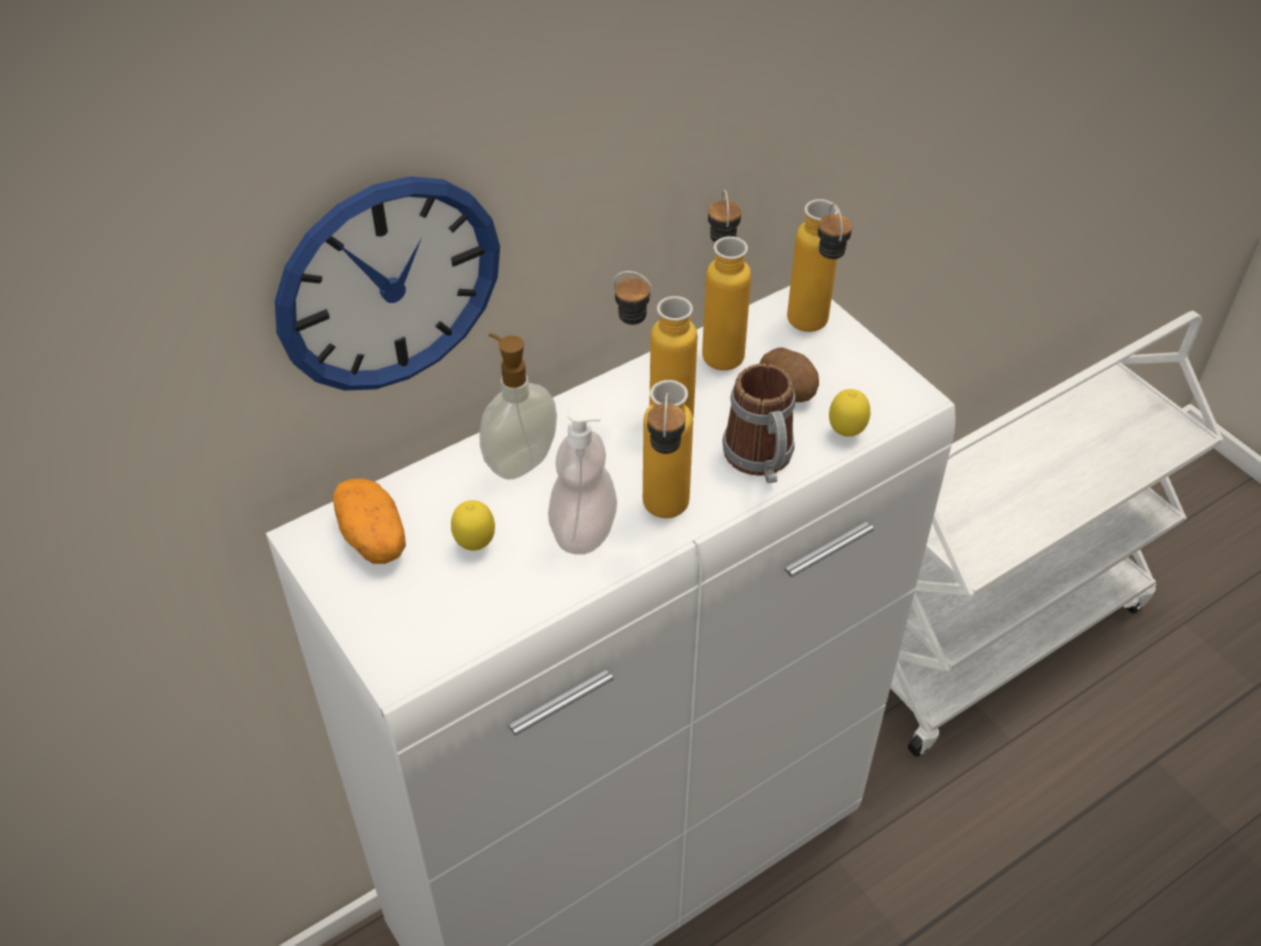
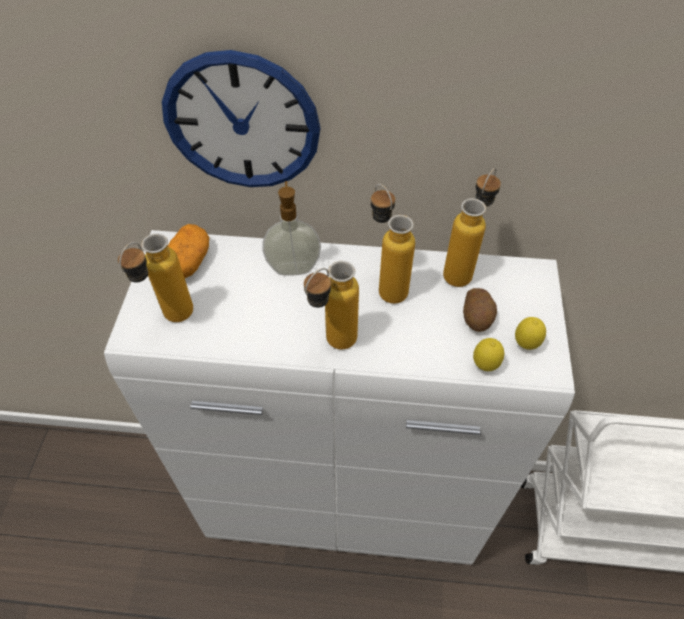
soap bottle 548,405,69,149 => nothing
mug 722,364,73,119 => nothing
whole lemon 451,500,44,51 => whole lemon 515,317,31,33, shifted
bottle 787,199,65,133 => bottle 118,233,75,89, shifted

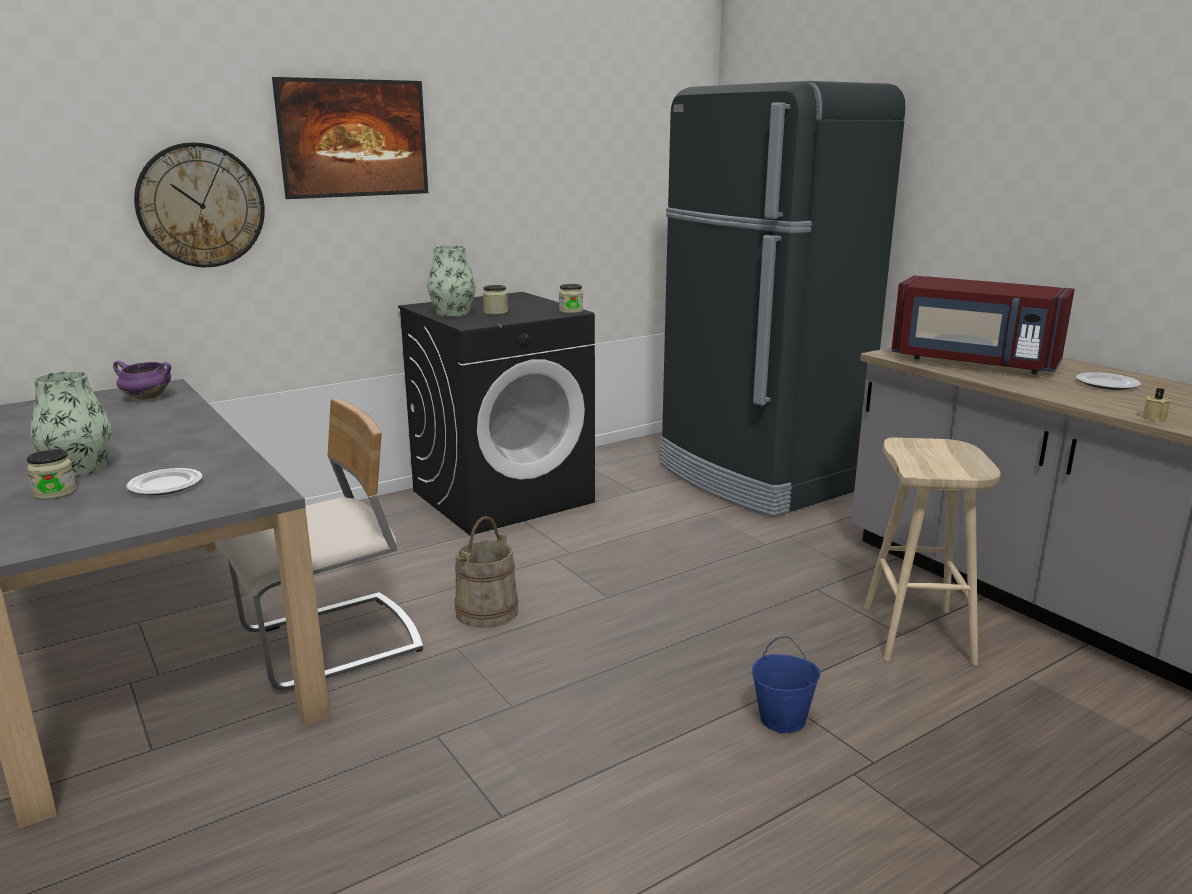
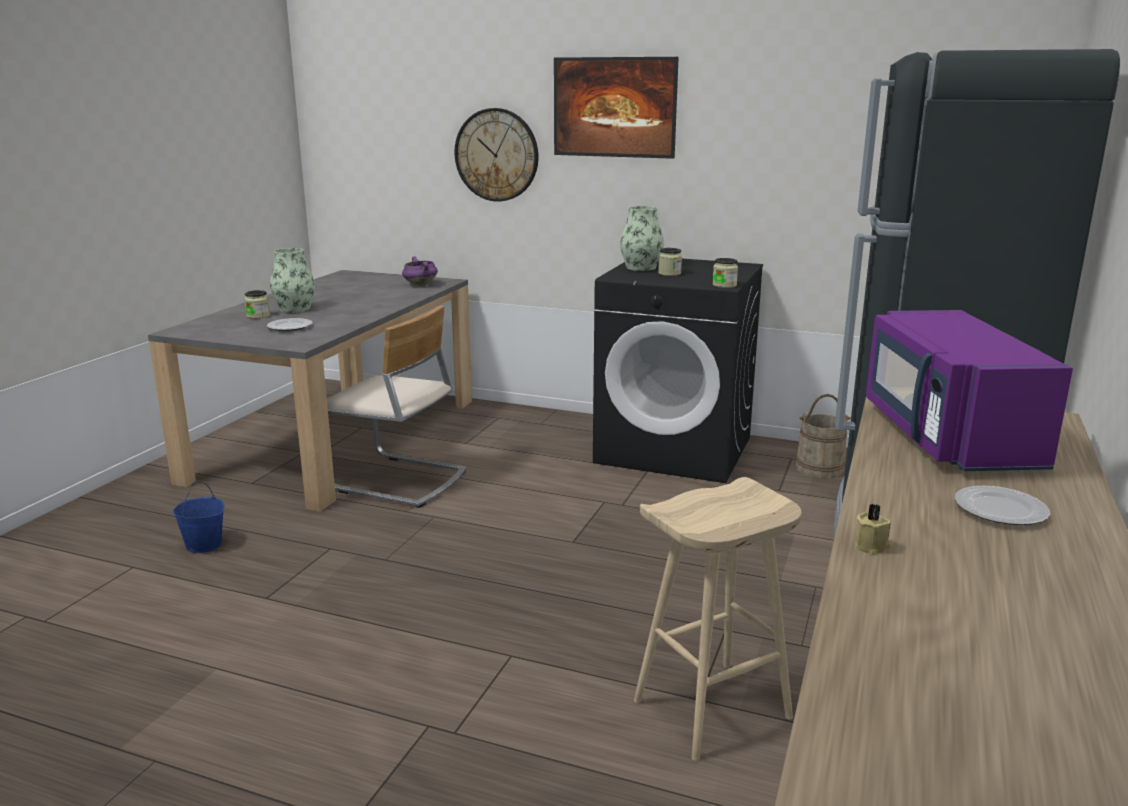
beige-coloured bucket 455,516,64,112 => beige-coloured bucket 795,394,56,84, shifted
blue bucket 752,636,69,97 => blue bucket 173,480,51,73, shifted
reddish microwave 891,276,184,98 => purple microwave 866,310,207,161

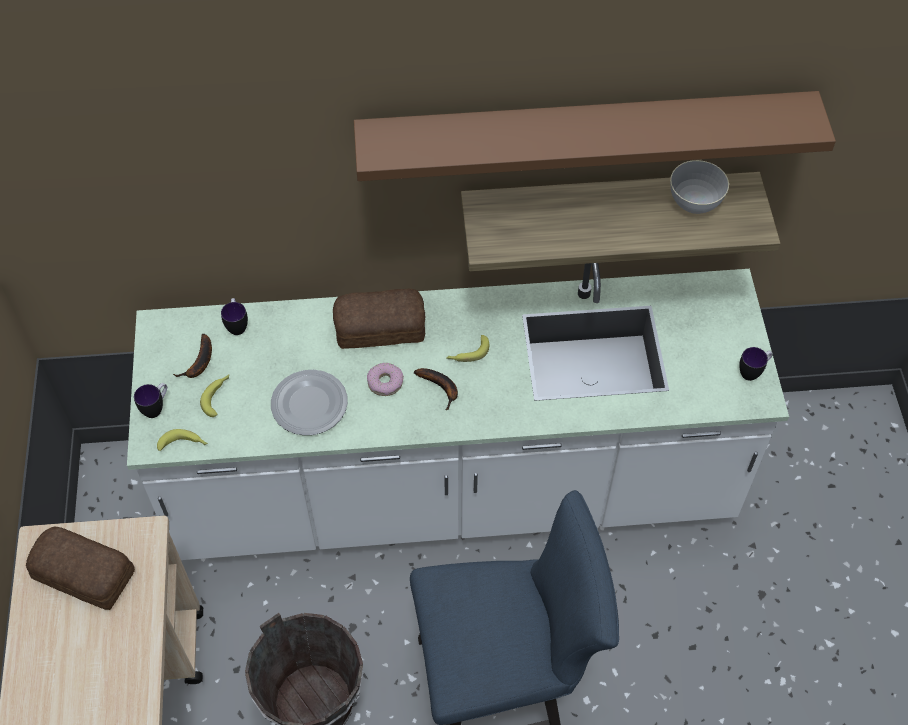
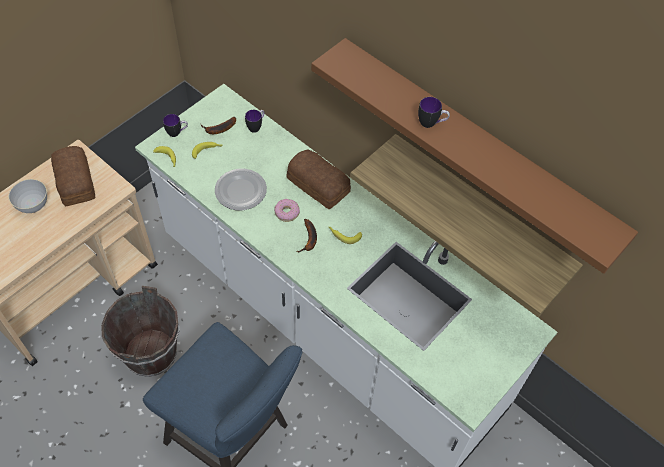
greyish deep dish 670,160,59,54 => greyish deep dish 9,179,38,34, shifted
mug 739,347,34,34 => mug 418,97,32,31, shifted

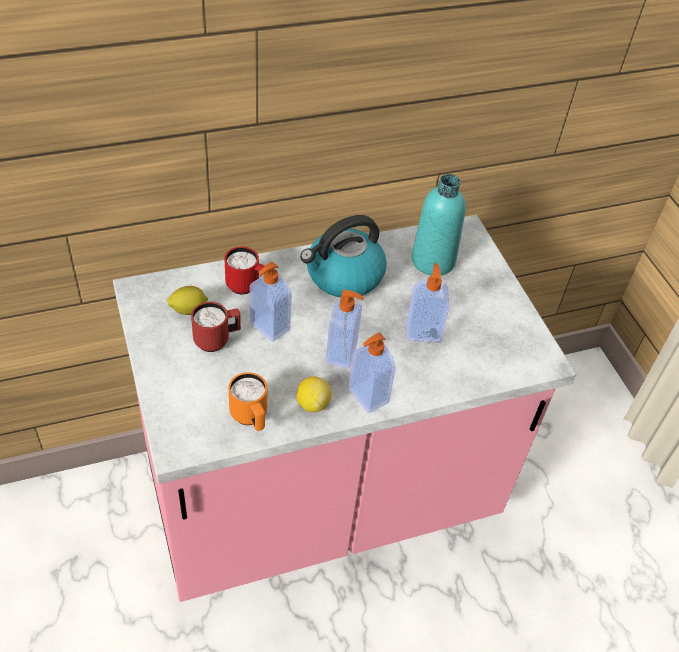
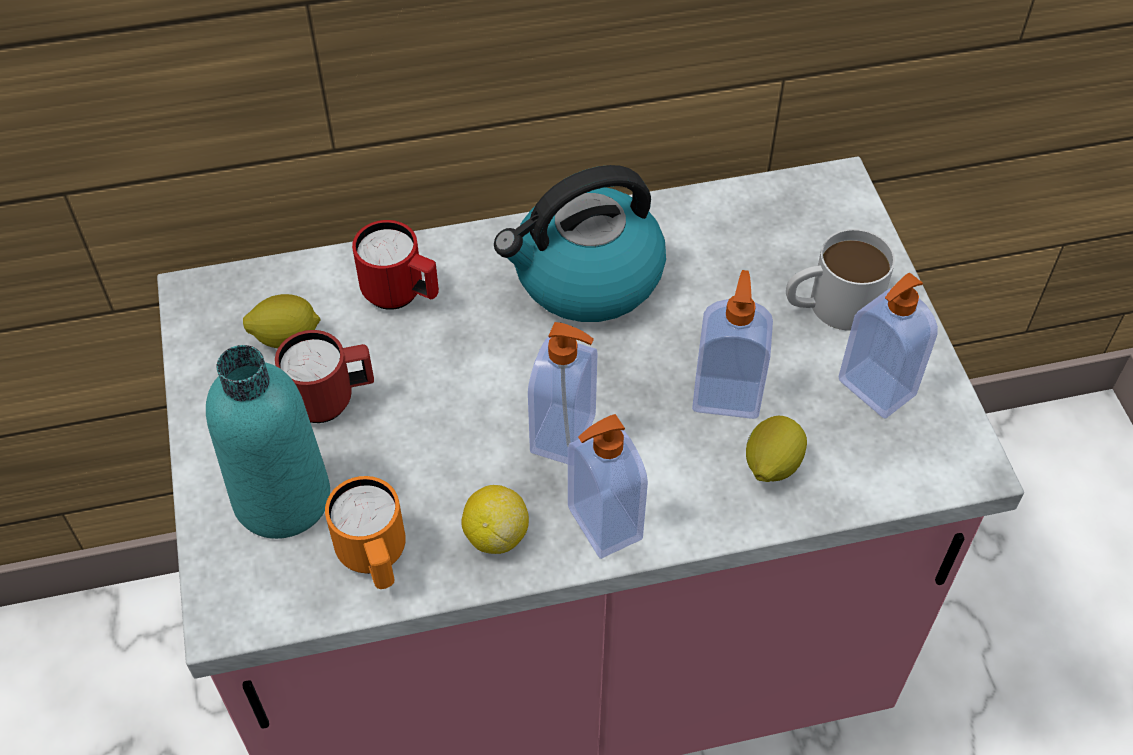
nothing => whole lemon 746,416,61,66
nothing => white-coloured mug 786,229,109,102
soap bottle 250,262,42,80 => soap bottle 838,272,100,147, shifted
turquoise-coloured bottle 412,174,54,101 => turquoise-coloured bottle 206,345,124,194, shifted

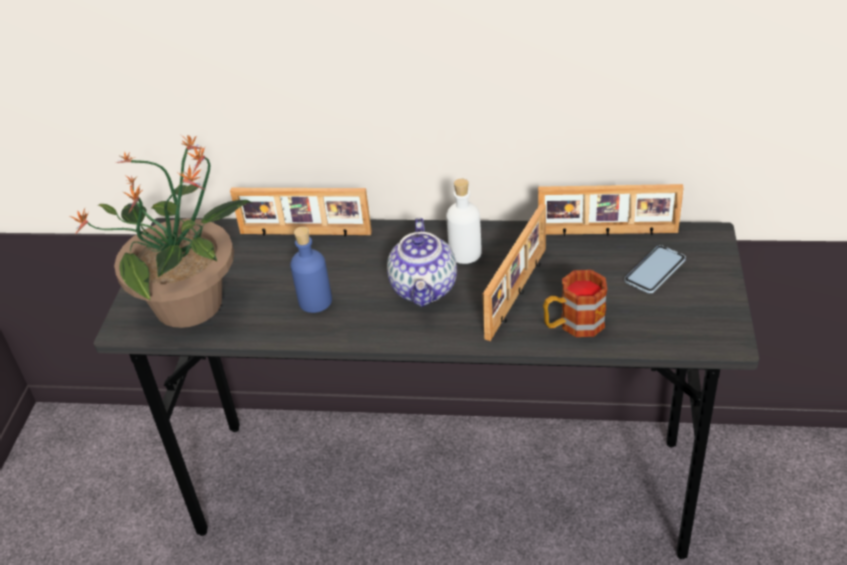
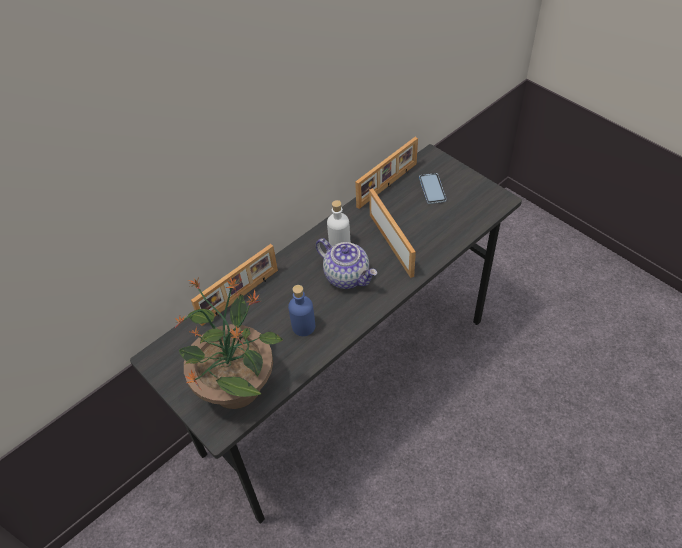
mug 543,270,64,67 => nothing

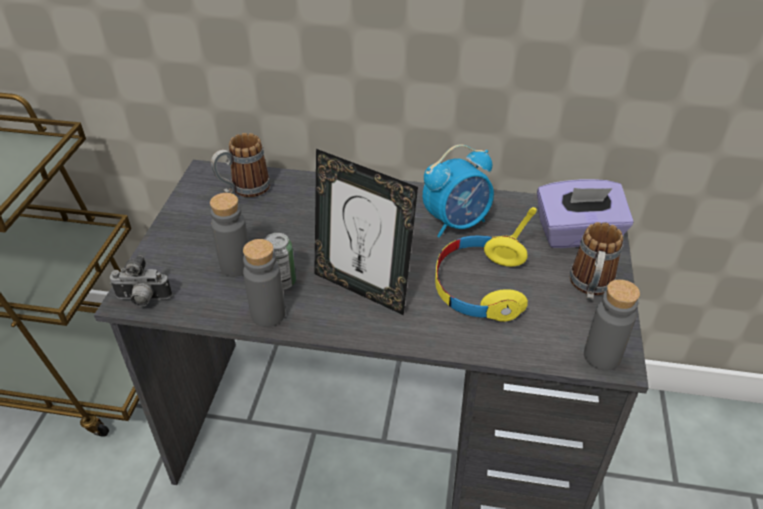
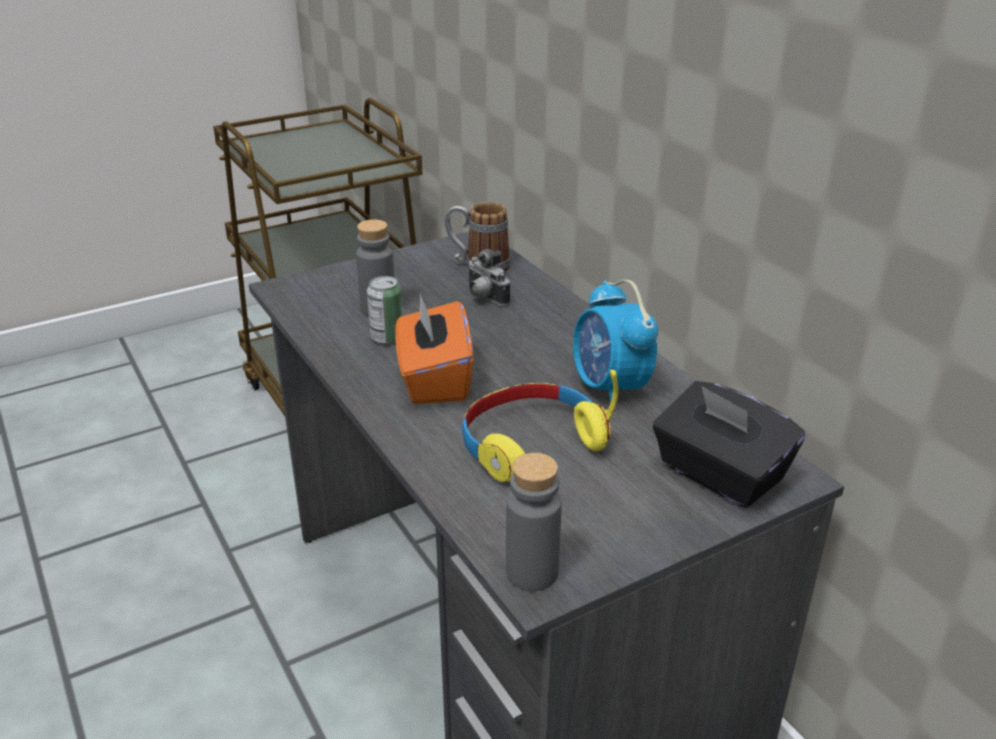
greyish bottle 243,239,42,88 => nothing
mug 570,222,53,78 => nothing
photo camera 110,255,62,52 => photo camera 468,249,42,57, shifted
picture frame 314,149,104,166 => orange tissue holder 395,294,78,110
purple tissue holder 537,179,97,69 => black tissue holder 653,381,152,127
bedside clock 423,145,71,93 => bedside clock 573,280,85,129, 45 degrees clockwise

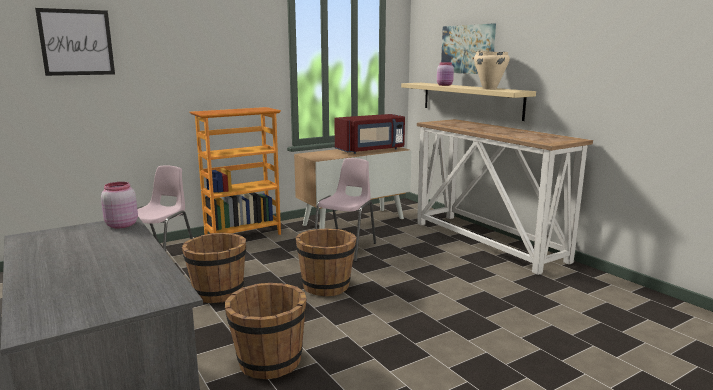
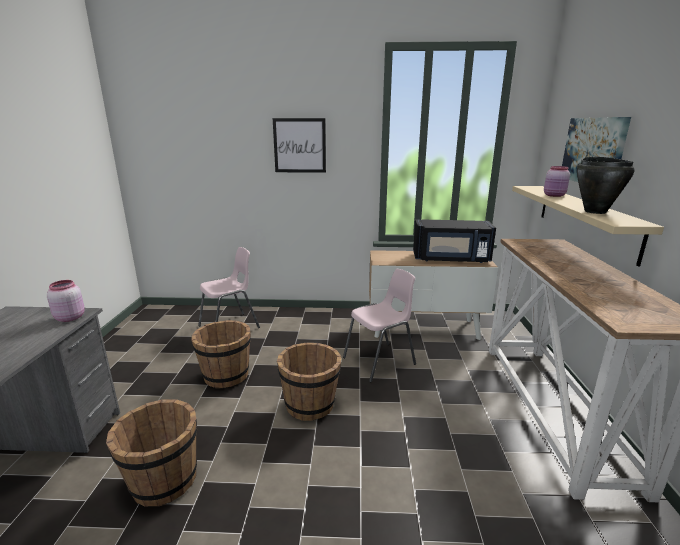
bookcase 189,107,92,128 => nothing
wall picture 35,8,80,68 => wall picture 273,118,53,55, shifted
reddish microwave 334,114,71,40 => black microwave 413,219,83,44
beige-coloured saucepot 474,51,36,39 => black saucepot 577,156,58,58

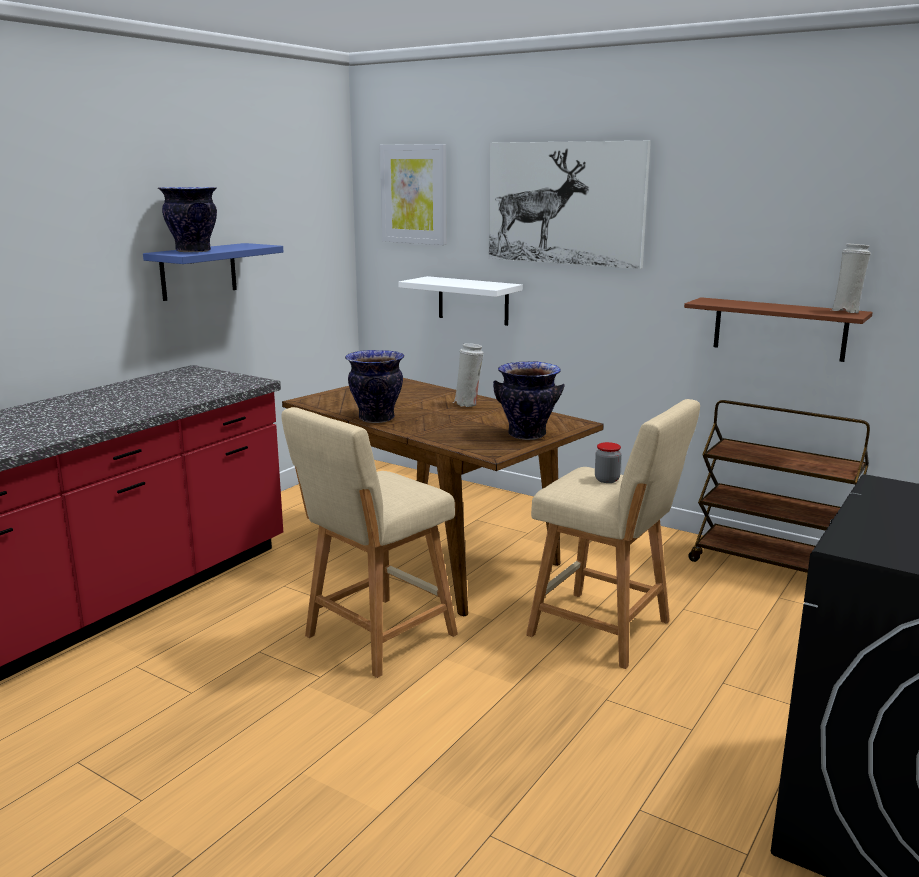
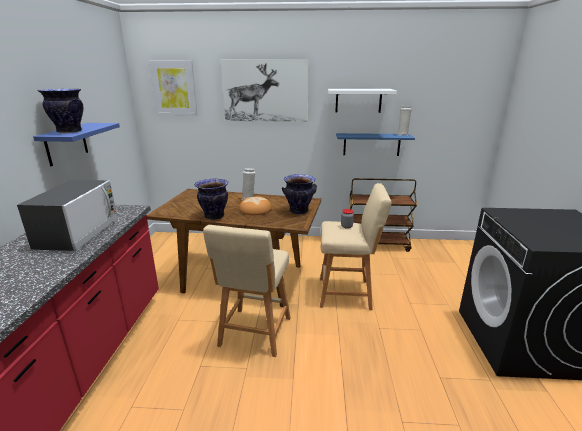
nothing => microwave 17,180,101,71
nothing => baked bread 239,197,33,18
white-coloured bracket shelf 398,276,125,50 => white-coloured bracket shelf 328,89,69,24, shifted
brown bracket shelf 684,297,189,65 => blue bracket shelf 336,133,79,23

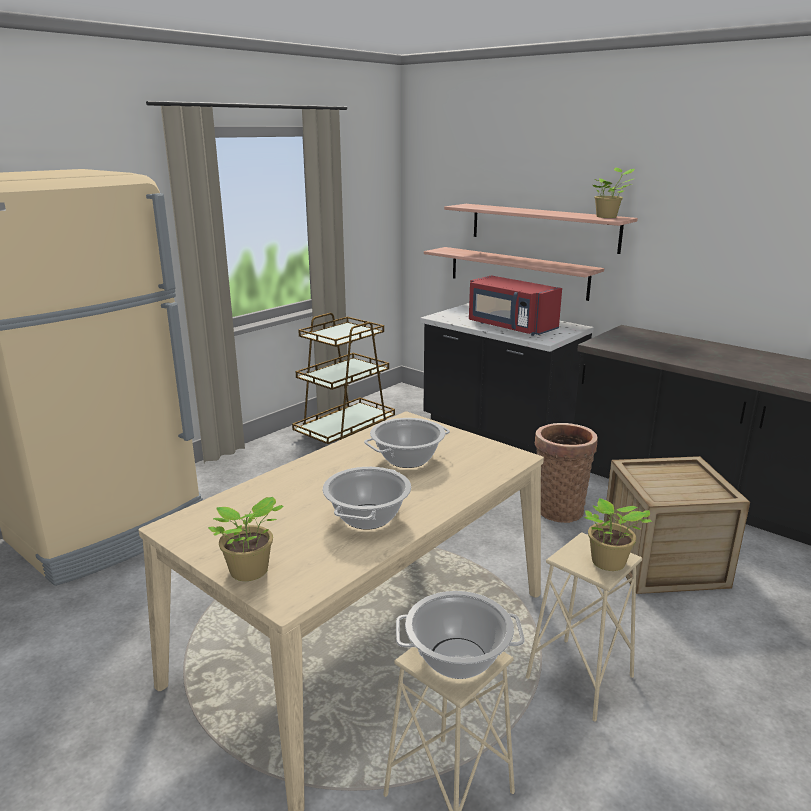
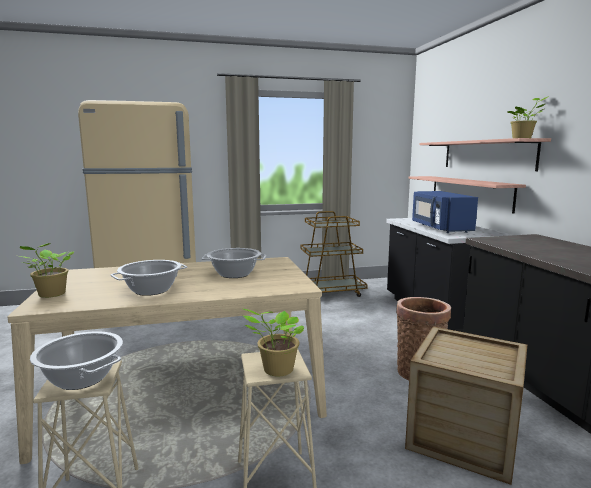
reddish microwave 469,275,93,61 => blue microwave 412,191,66,42

